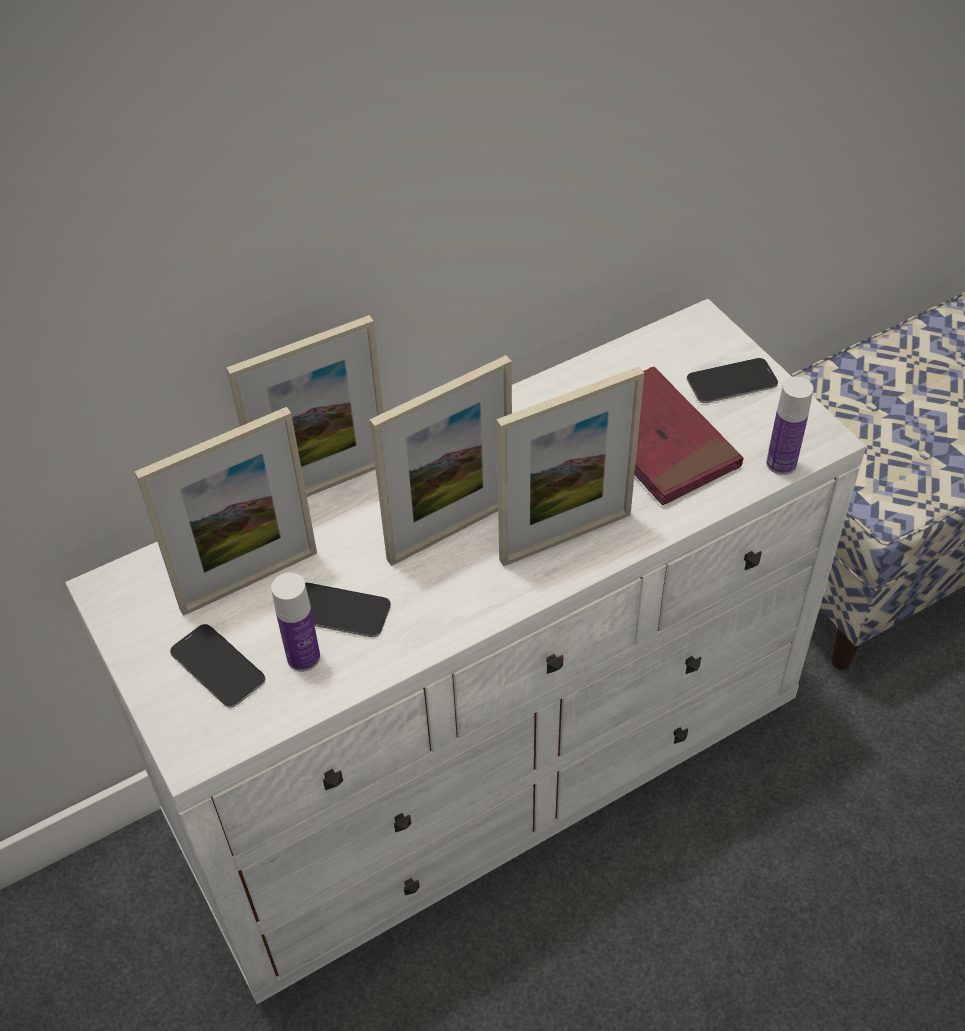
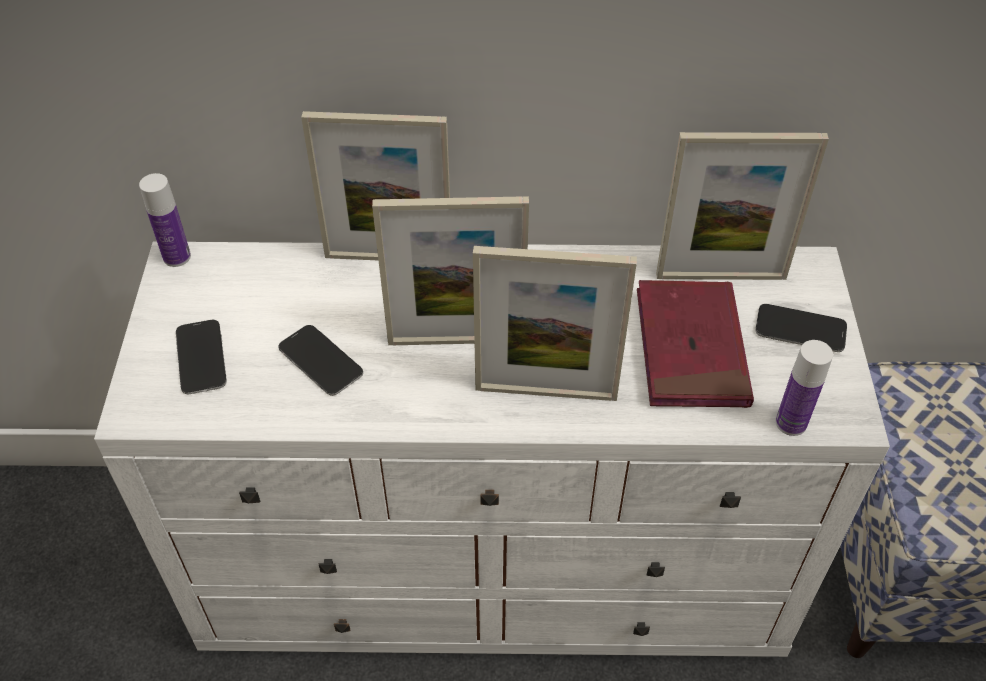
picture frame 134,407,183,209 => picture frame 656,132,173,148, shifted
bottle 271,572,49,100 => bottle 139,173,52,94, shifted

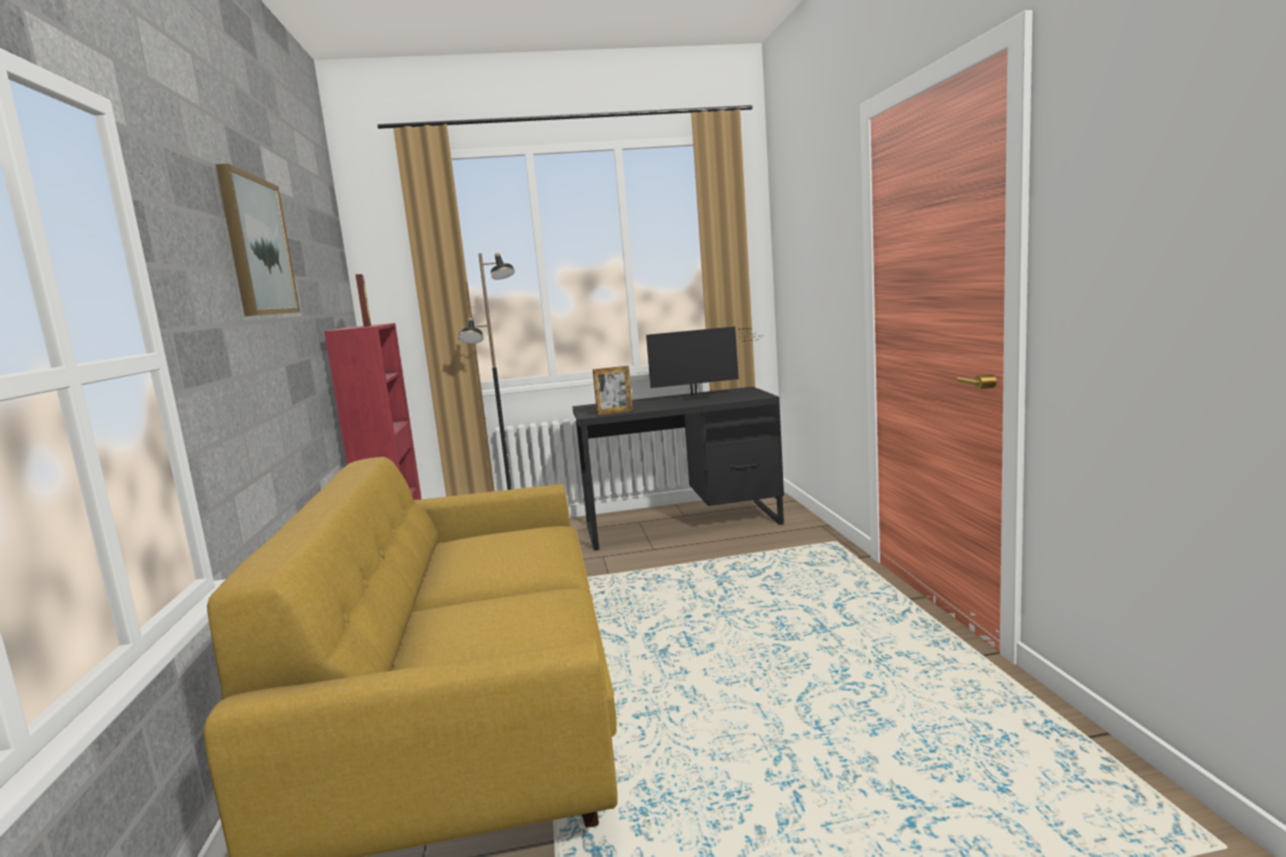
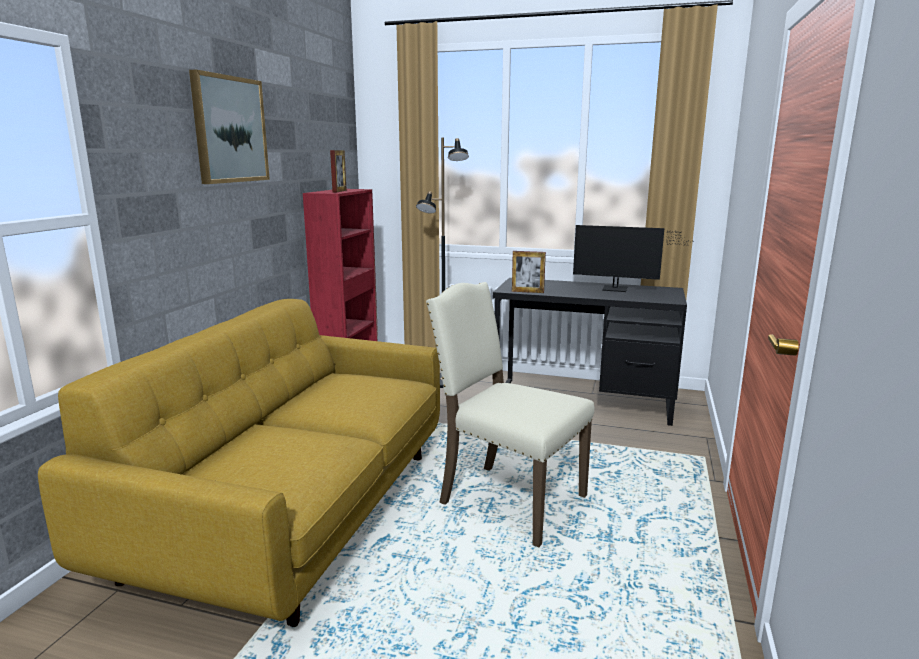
nothing => beige-coloured chair 426,282,169,266

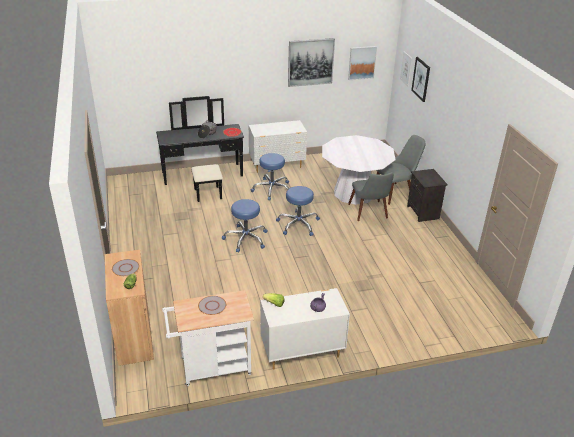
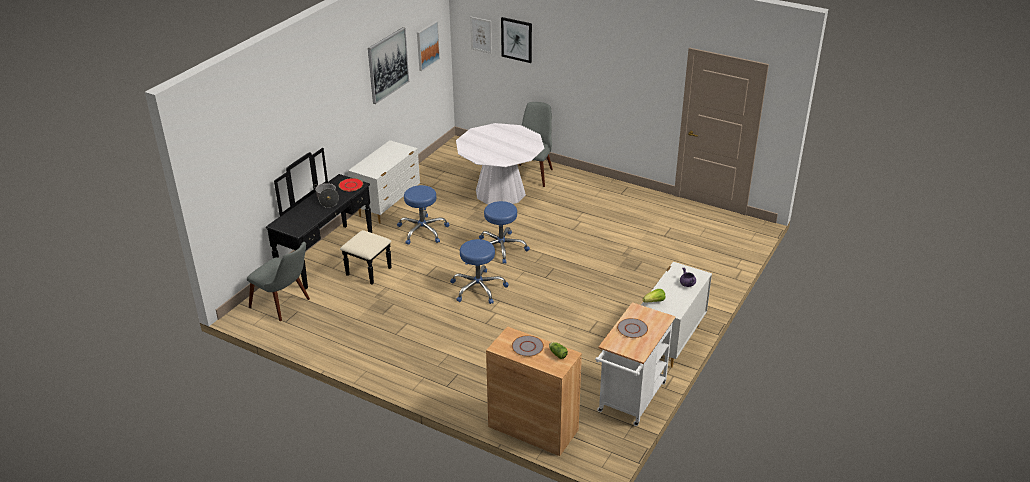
black nightstand 407,169,41,53 => nothing
greyish chair 348,172,46,49 => greyish chair 247,242,63,79, shifted

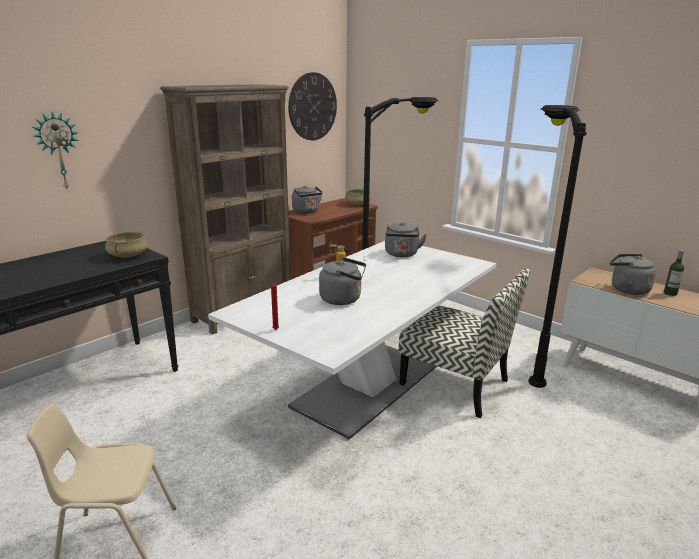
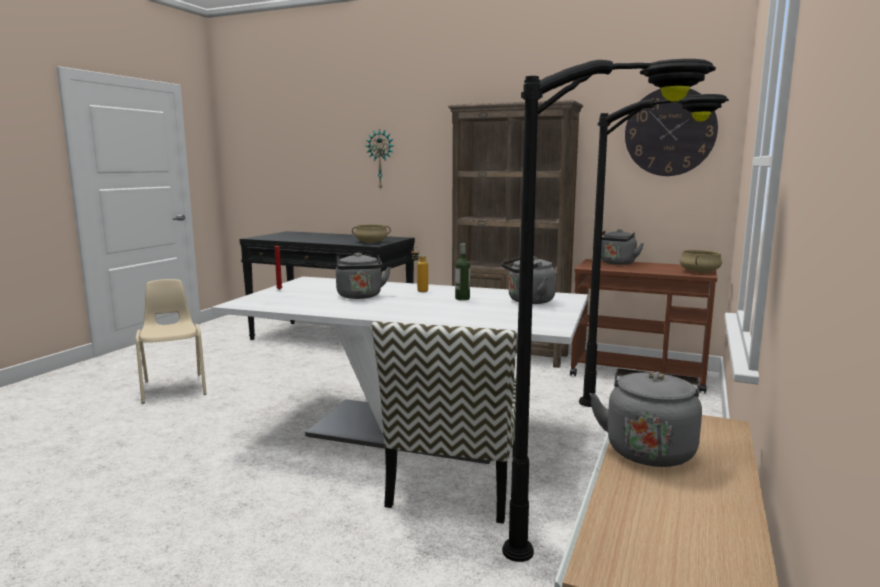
bottle 664,250,20,46 => bottle 455,243,15,57, shifted

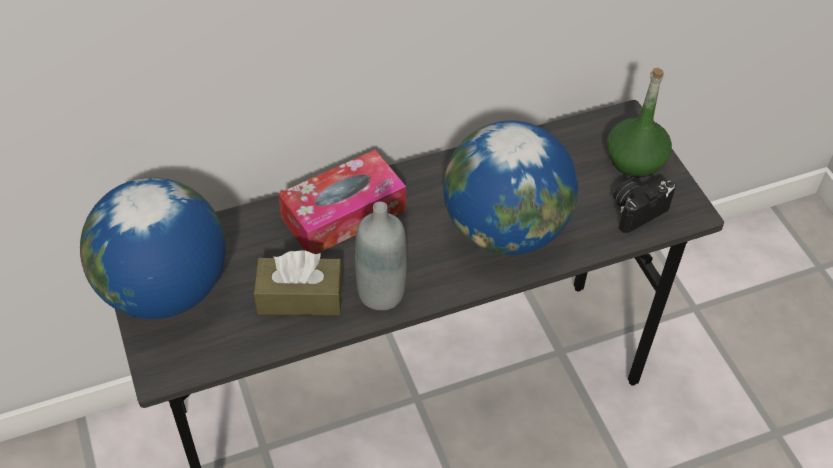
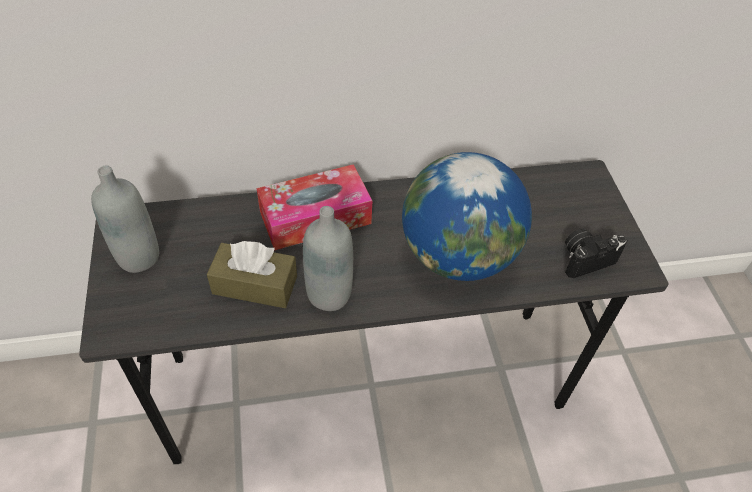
greenish bottle 607,68,65,110 => nothing
world globe 80,177,146,142 => greyish bottle 91,165,68,108

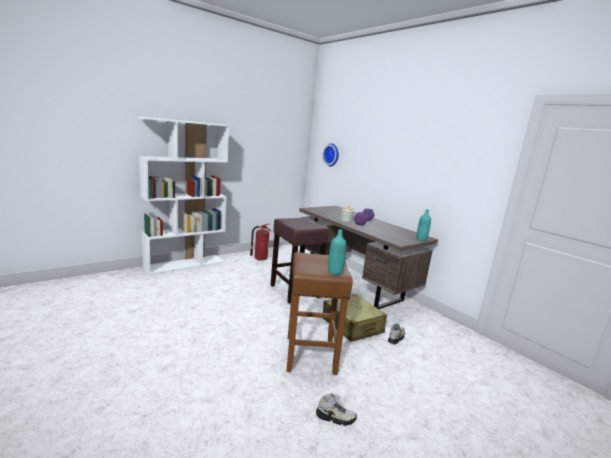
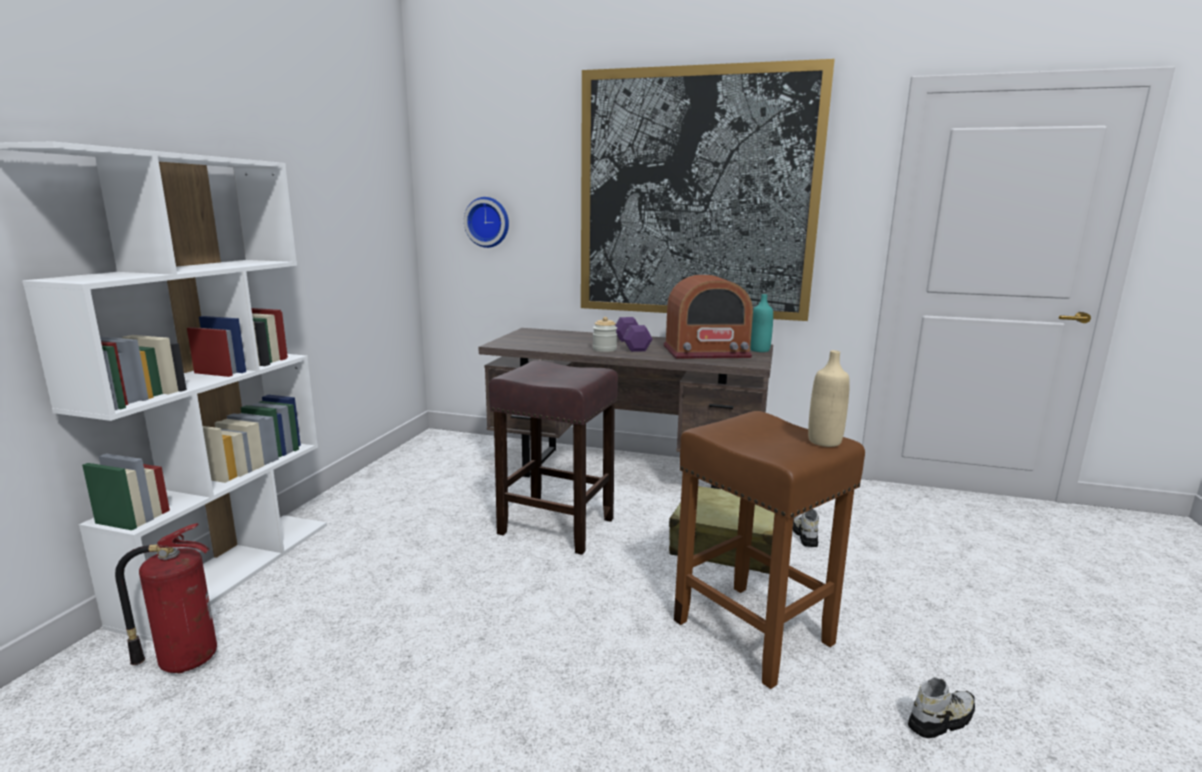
nothing => wall picture 581,59,254,262
nothing => radio 664,275,89,84
extinguisher 250,224,21,36 => extinguisher 115,523,102,150, shifted
turquoise-coloured bottle 328,230,18,45 => beige-coloured bottle 808,350,42,97

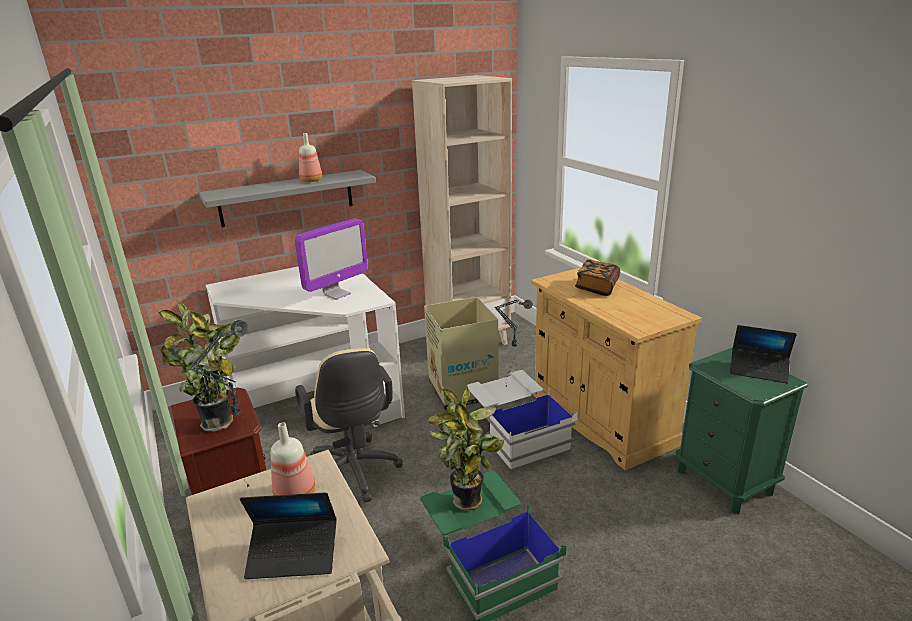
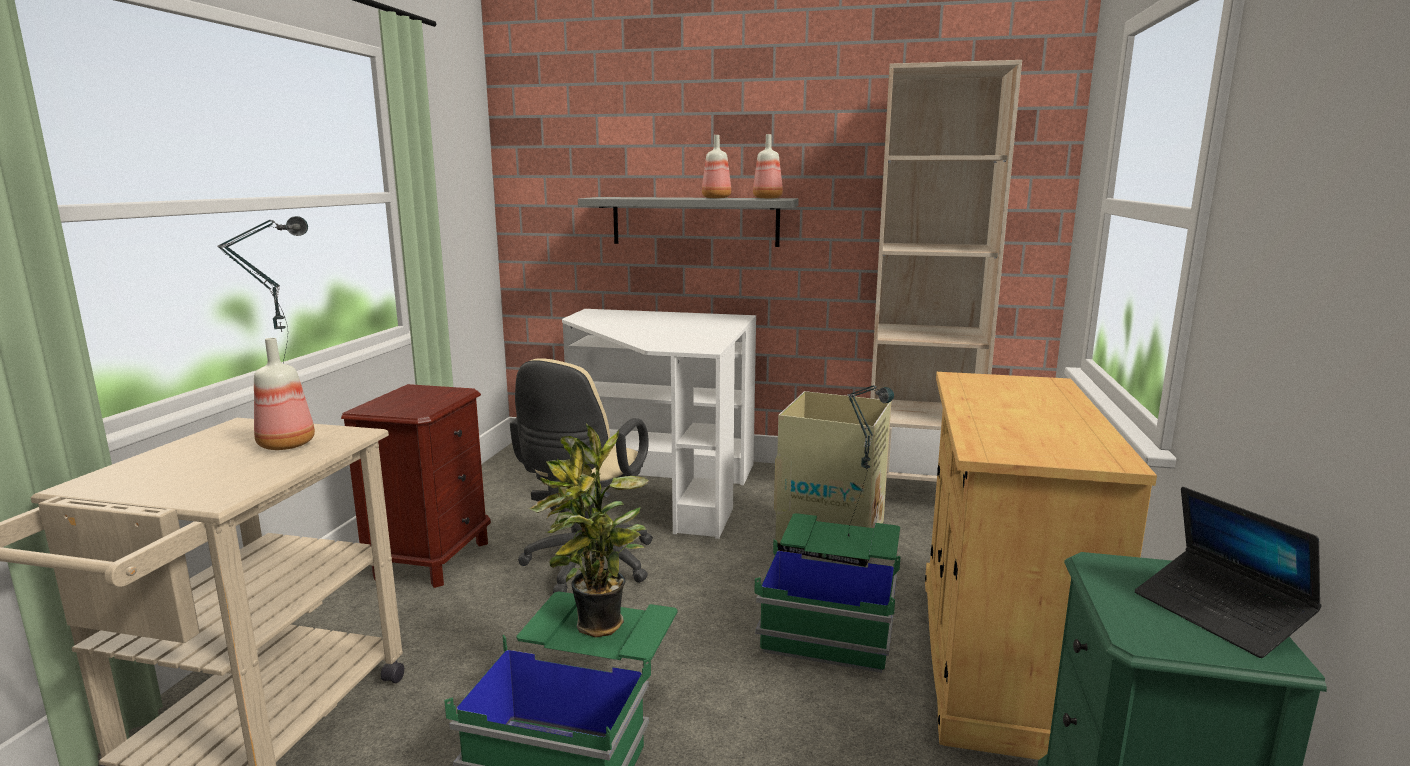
plant in a pot 158,300,82,132 => nothing
portable computer 240,492,96,87 => nothing
monitor 295,218,73,82 => nothing
book 575,260,45,36 => nothing
nothing => bottle 753,134,30,65
white-coloured storage box 467,370,110,101 => greenish storage box 754,513,146,160

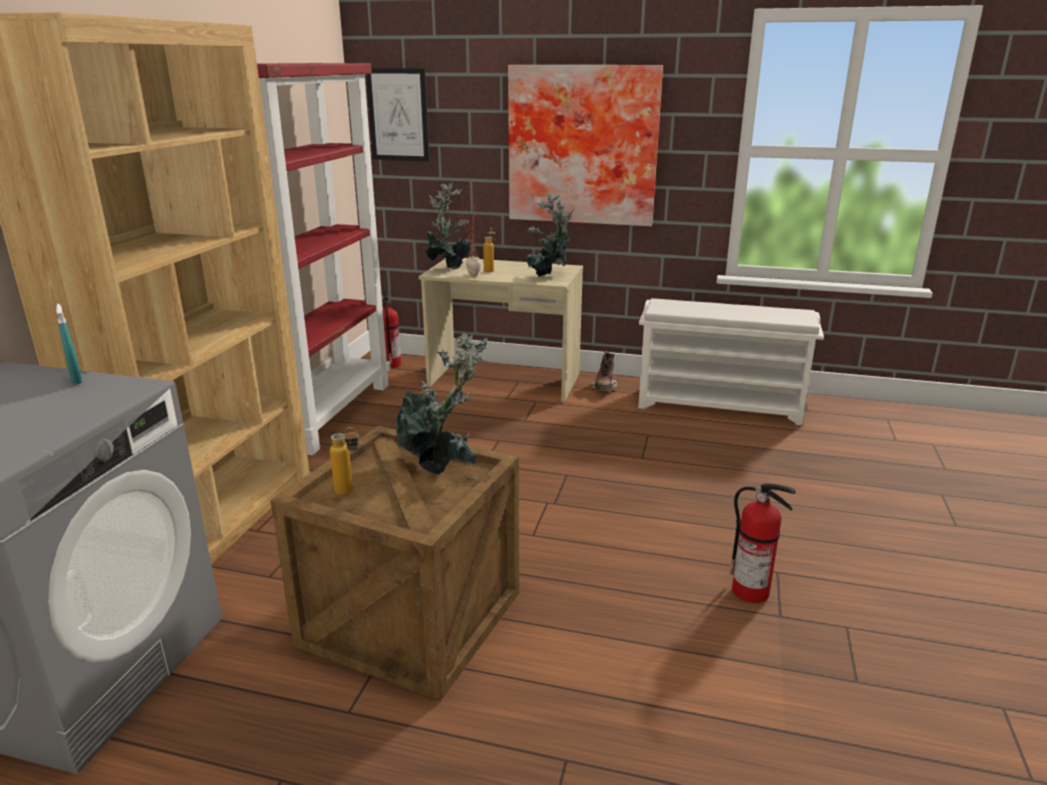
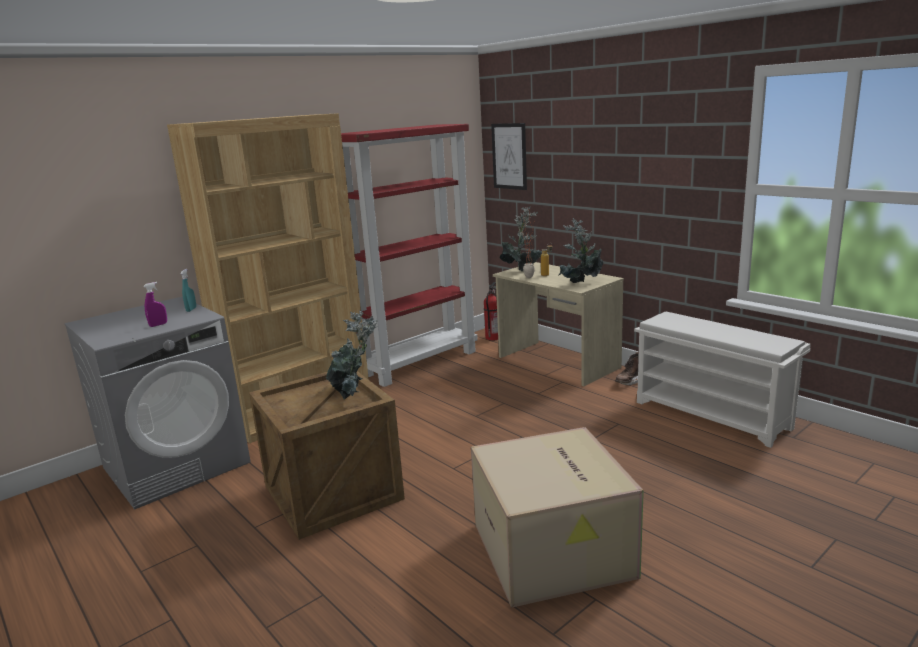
bottle 330,427,29,68 => nothing
wall picture 508,65,155,161 => nothing
nothing => purple sprayer 143,282,24,45
extinguisher 730,483,66,120 => packing box 471,427,173,181

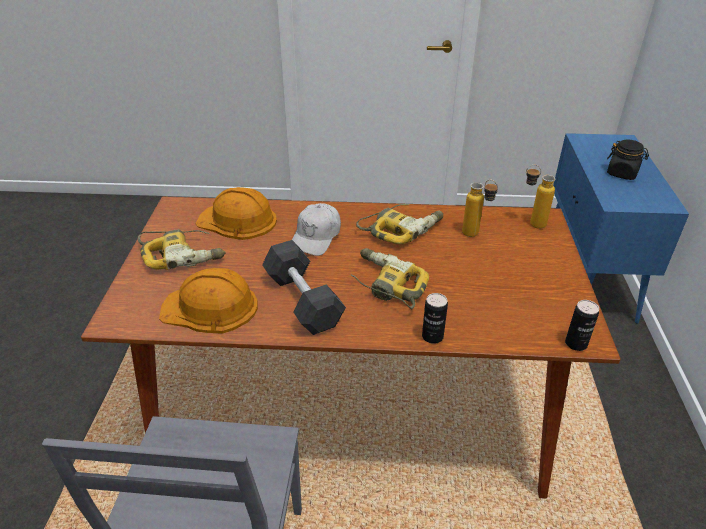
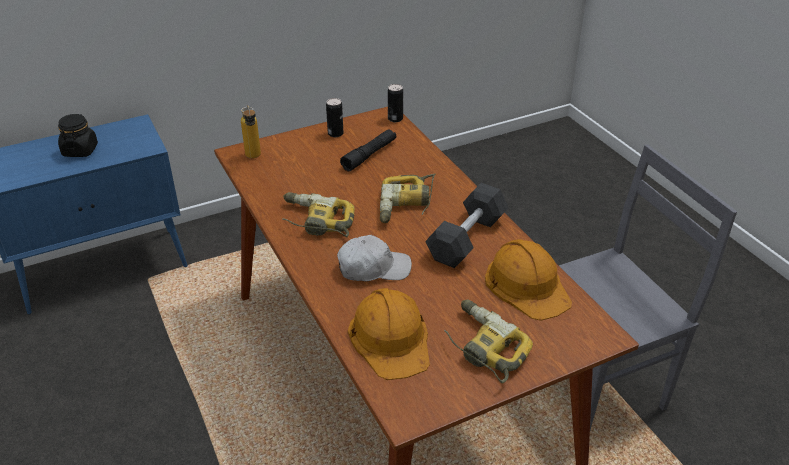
bottle 462,180,36,57 => nothing
nothing => black torch 340,130,56,41
metal can 422,293,26,51 => metal can 326,98,17,39, shifted

